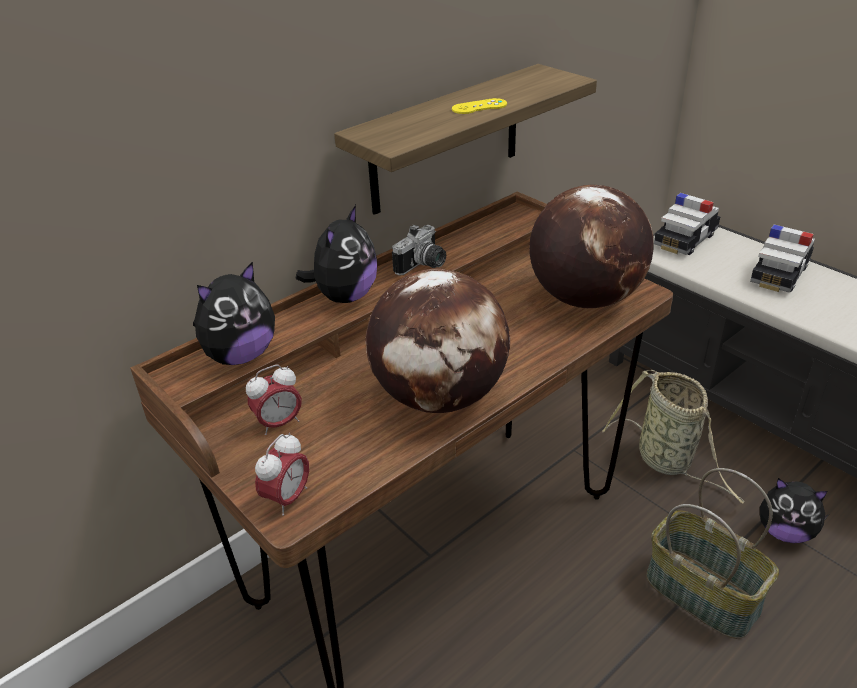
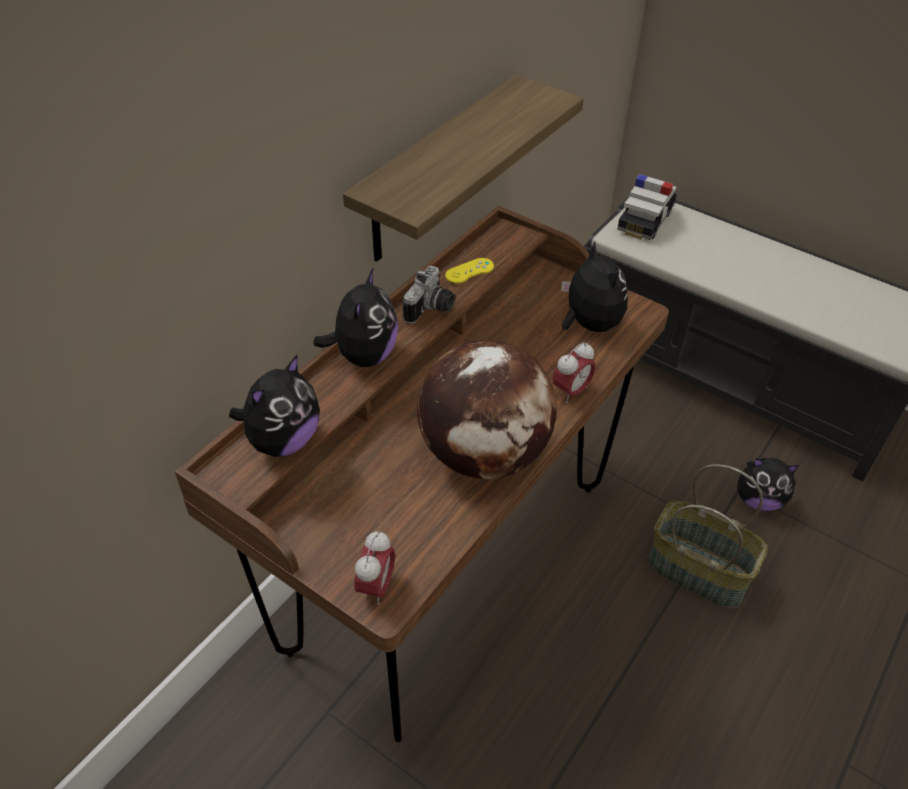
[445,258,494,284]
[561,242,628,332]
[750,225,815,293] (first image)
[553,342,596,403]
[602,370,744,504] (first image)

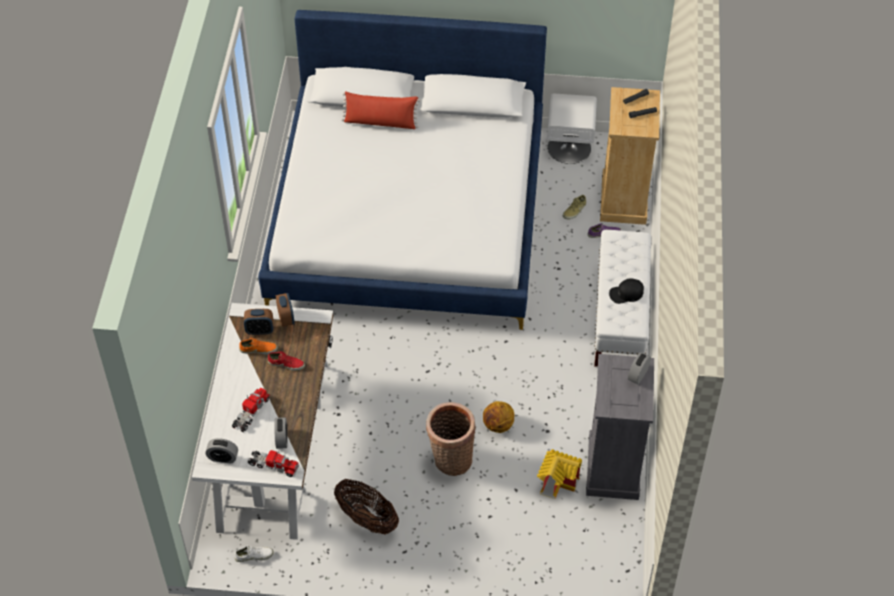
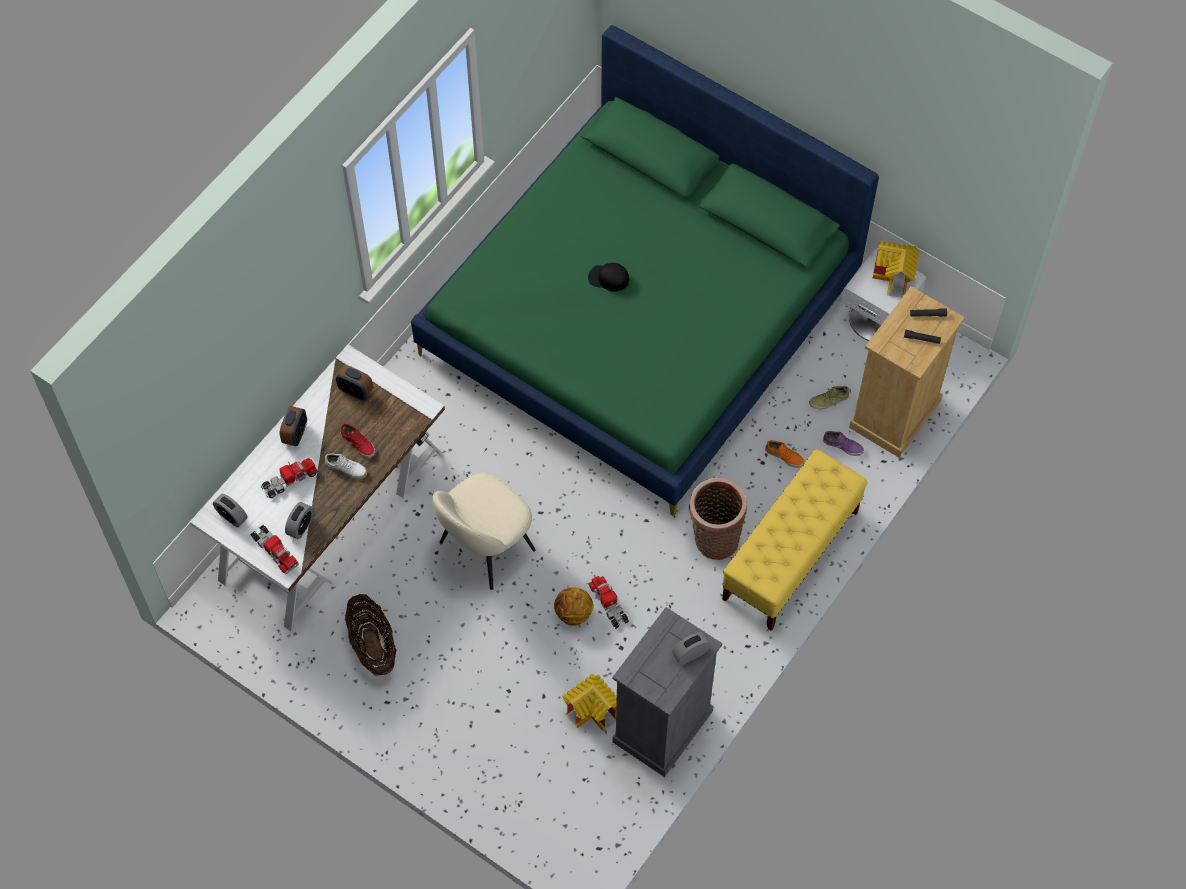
[411,25,879,516]
[341,91,420,129] (first image)
[722,449,867,631]
[588,263,629,292]
[280,406,307,446]
[765,440,805,468]
[689,477,747,560]
[325,454,367,479]
[873,241,920,298]
[432,473,536,590]
[588,576,629,629]

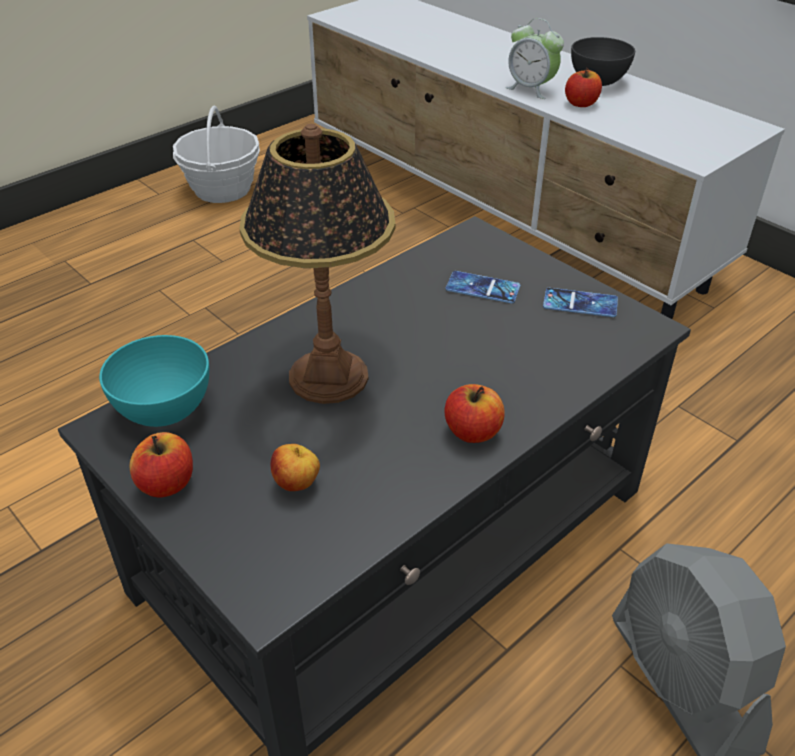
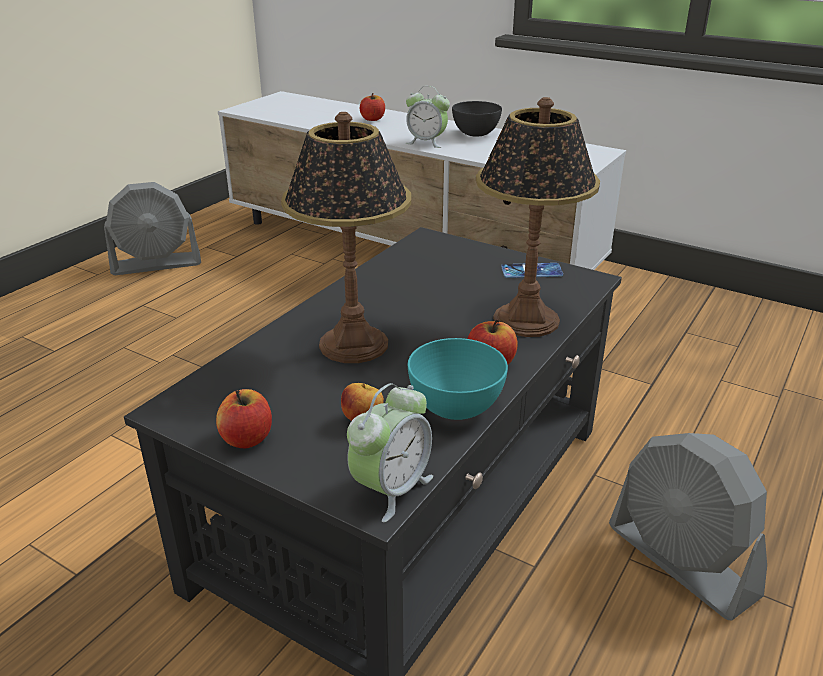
[360,93,385,121]
[104,182,201,275]
[446,271,520,303] (first image)
[408,338,508,420]
[476,97,600,337]
[347,383,433,522]

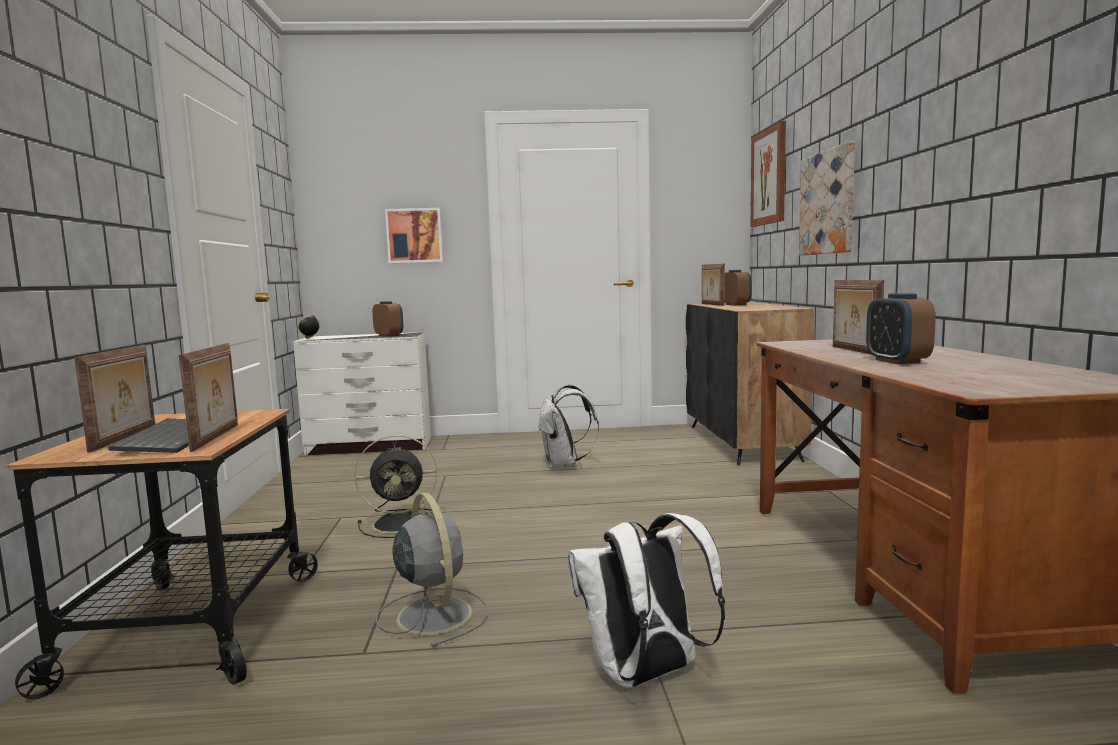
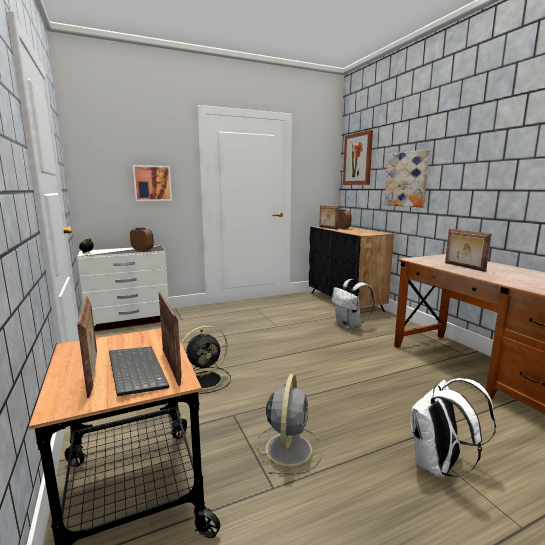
[866,293,936,364] (first image)
[332,279,375,329]
[257,374,322,475]

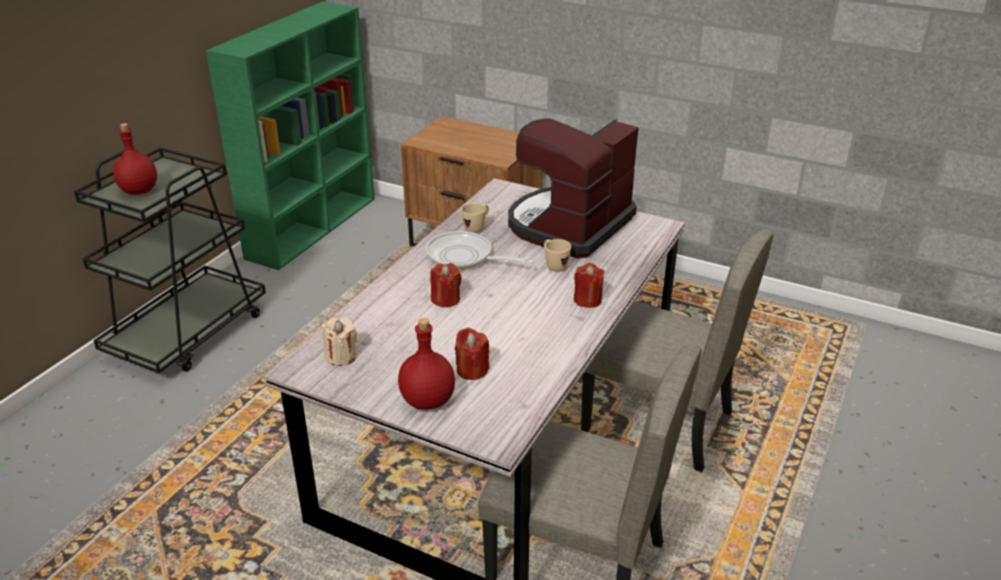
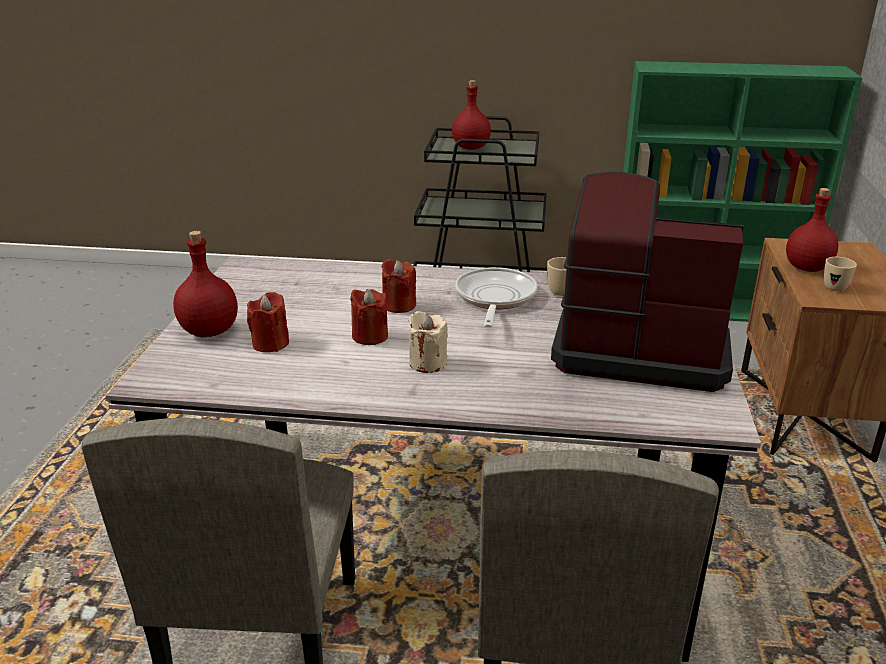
[824,257,857,291]
[350,289,388,345]
[408,311,448,373]
[786,188,839,272]

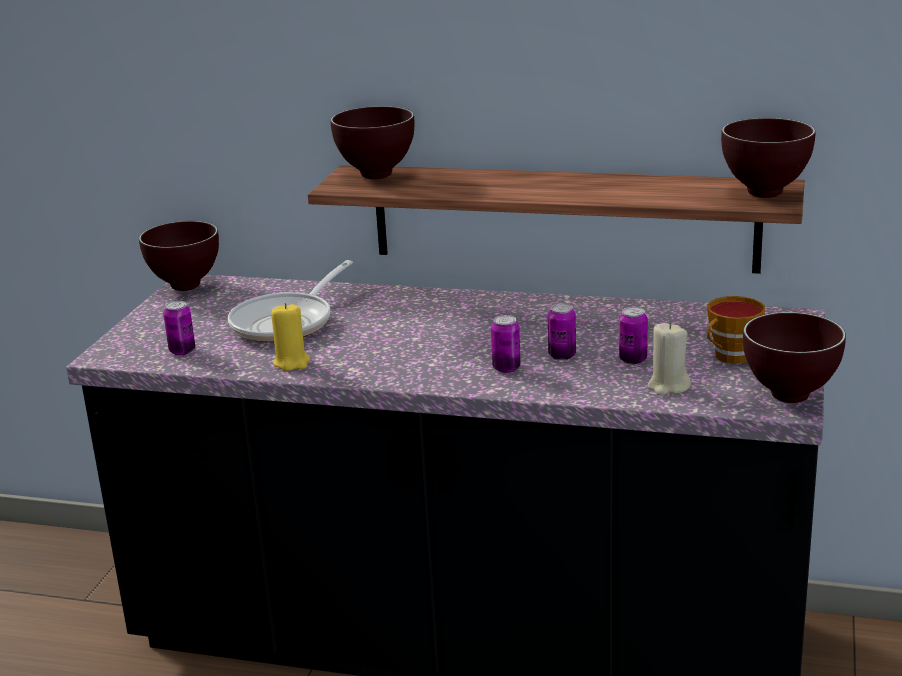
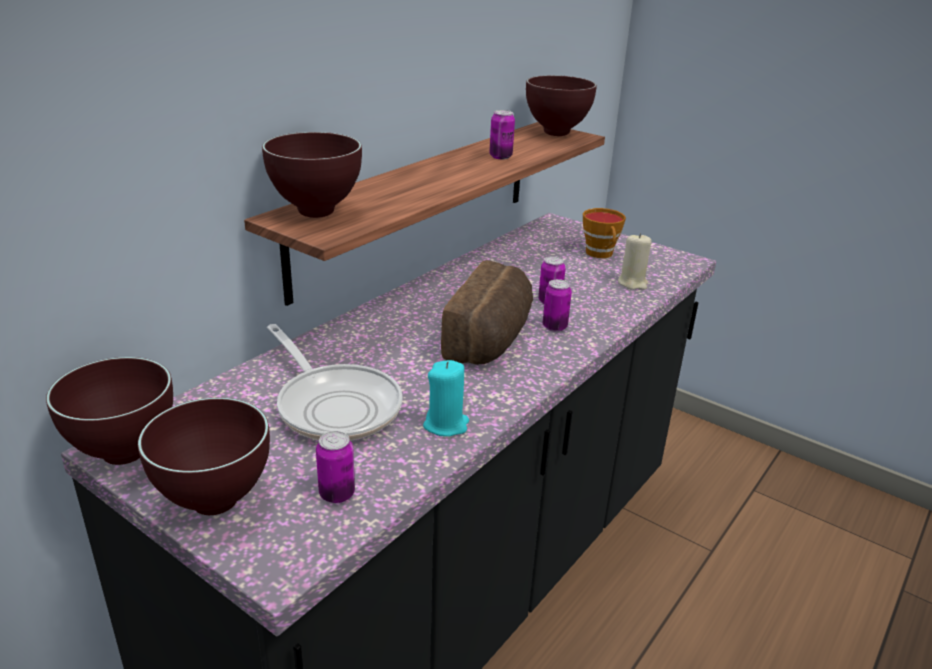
[423,360,469,437]
[489,110,515,159]
[138,398,270,515]
[441,260,533,365]

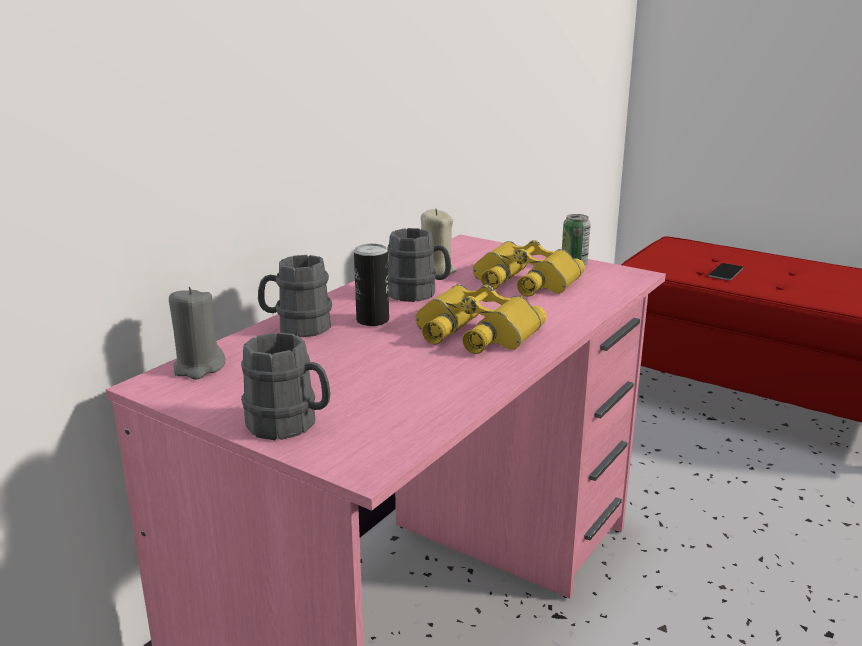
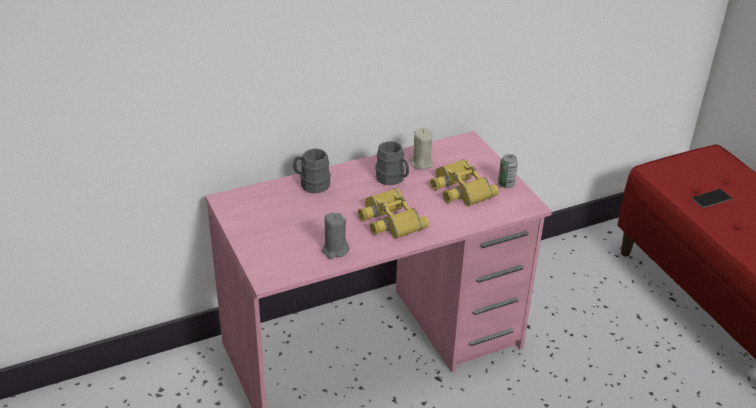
[354,244,389,326] (first image)
[322,213,349,259]
[241,332,330,440] (first image)

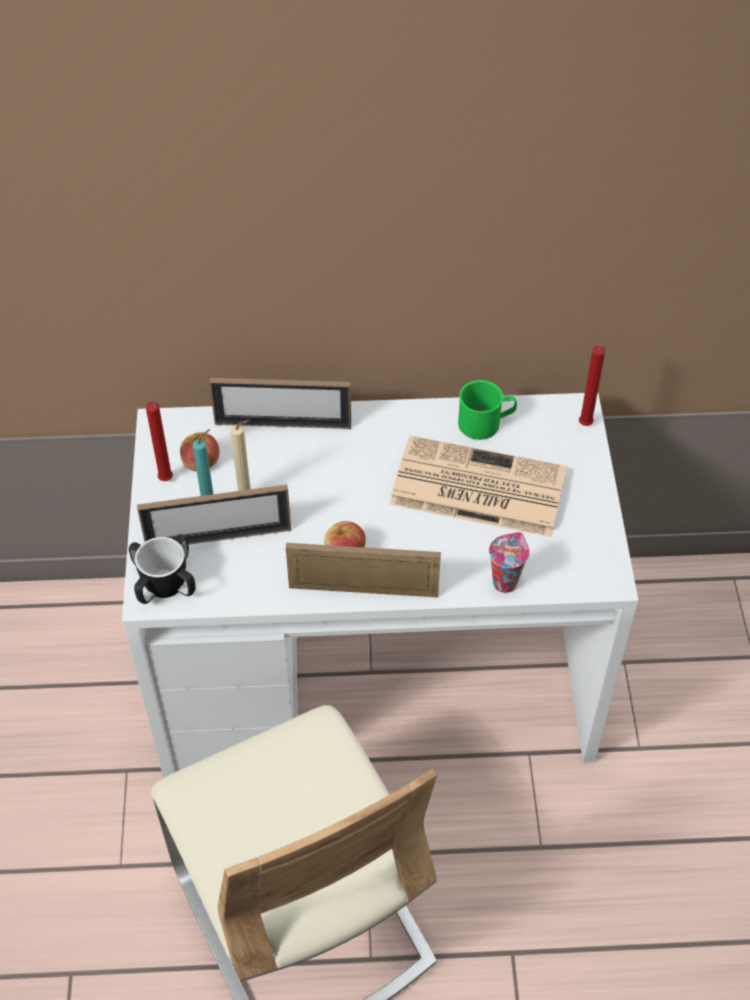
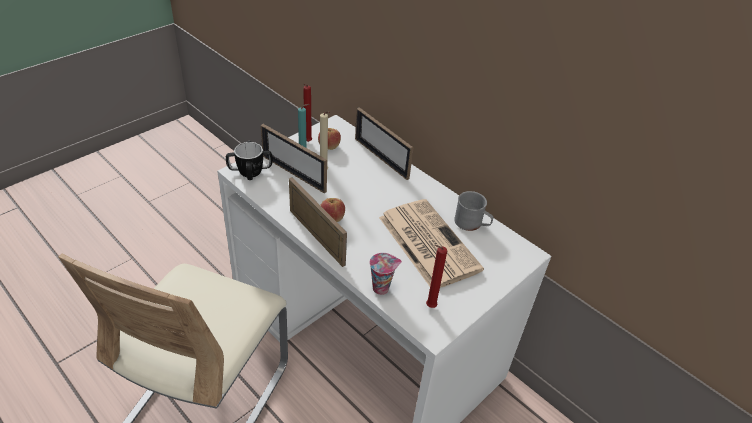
[426,245,447,308]
[454,191,493,231]

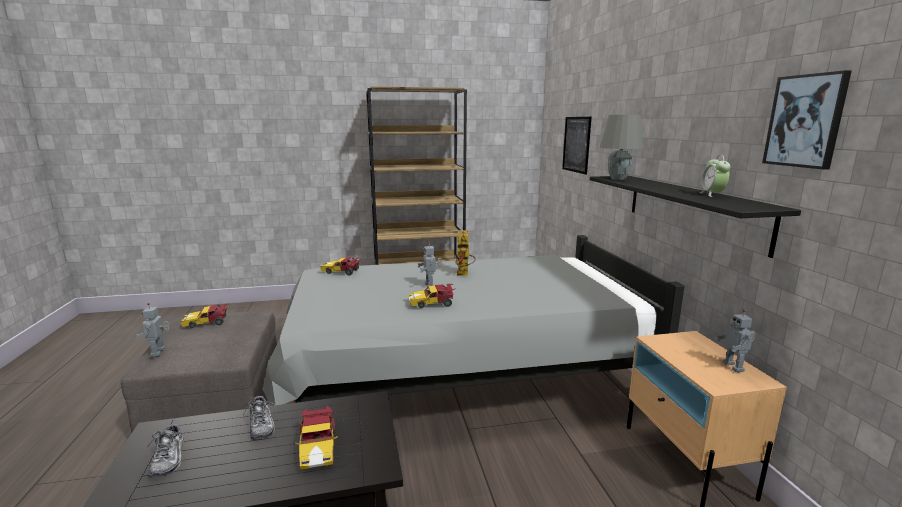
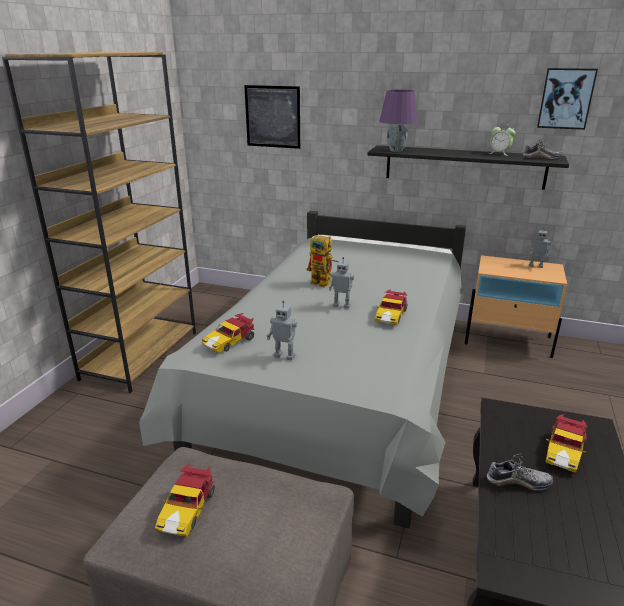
[379,90,418,152]
[267,301,297,361]
[546,414,588,473]
[523,140,563,159]

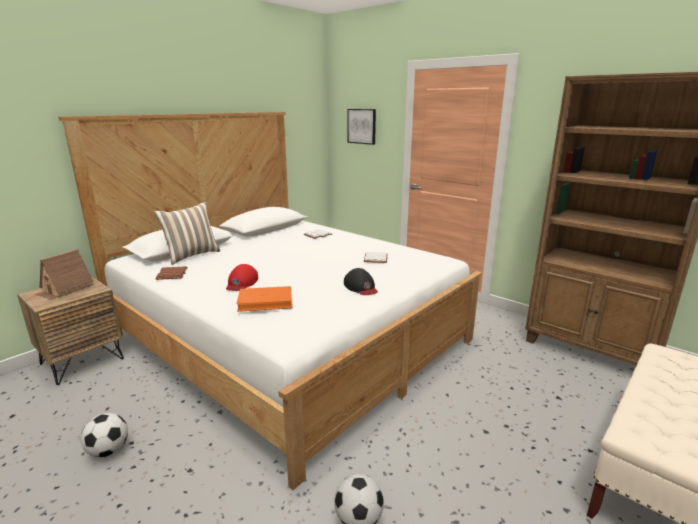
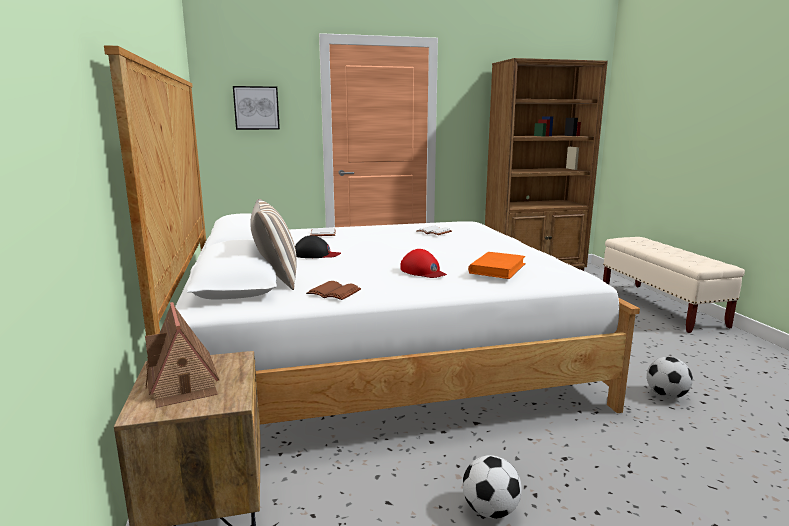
[295,235,341,258]

